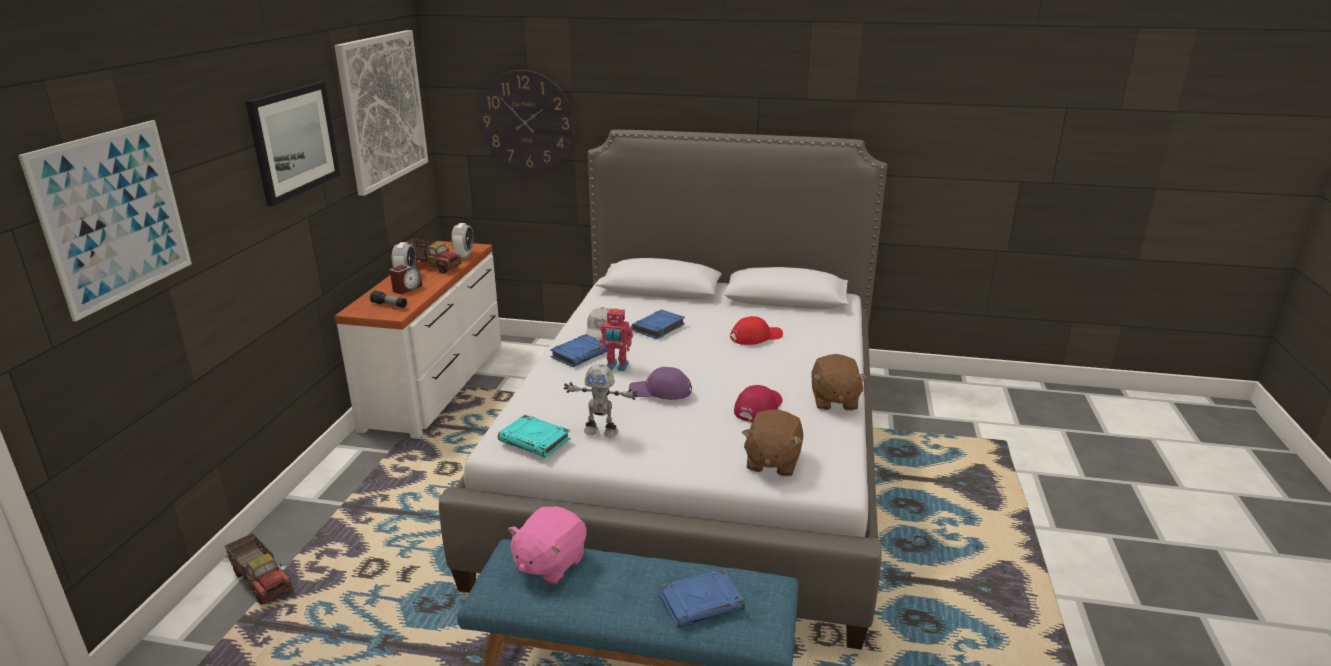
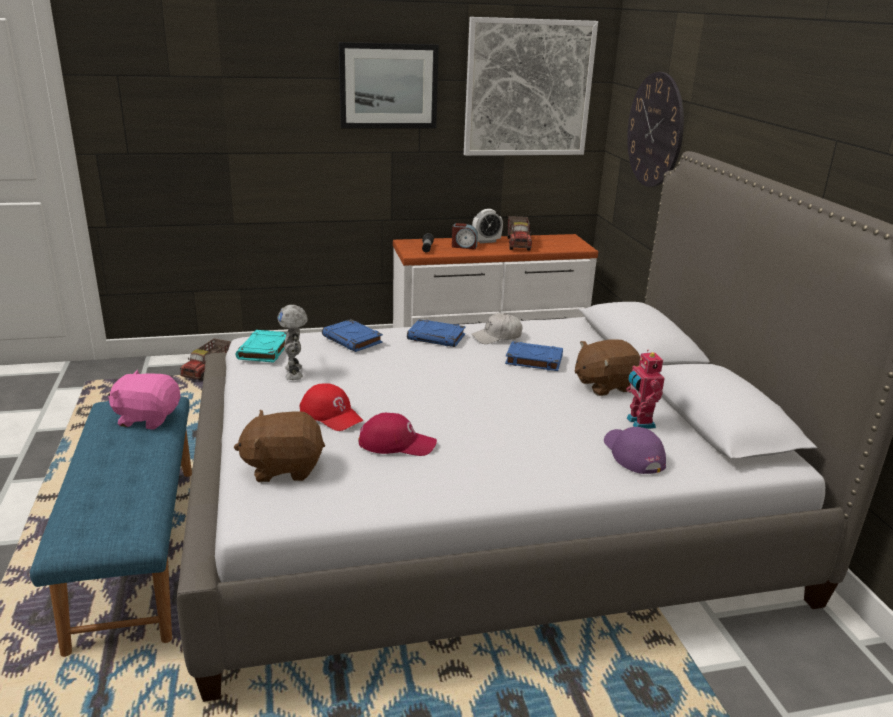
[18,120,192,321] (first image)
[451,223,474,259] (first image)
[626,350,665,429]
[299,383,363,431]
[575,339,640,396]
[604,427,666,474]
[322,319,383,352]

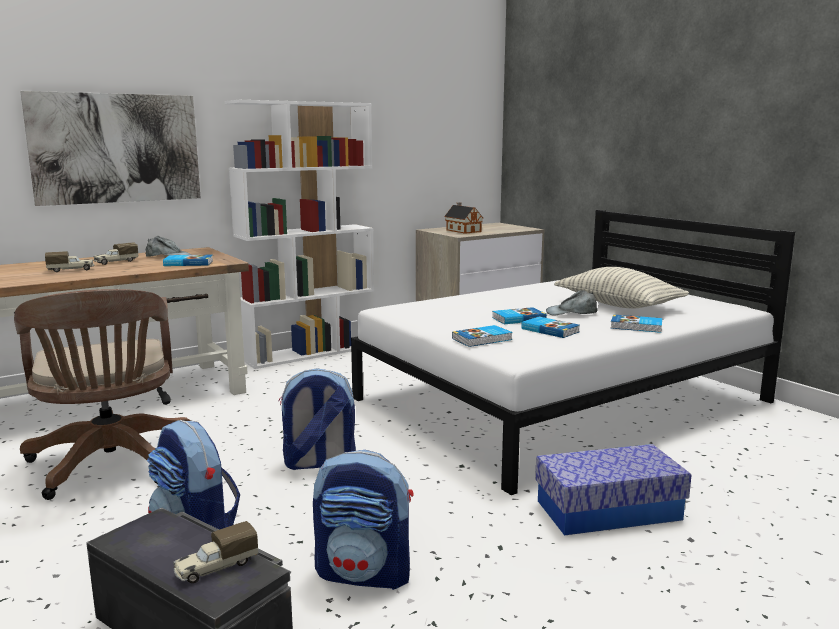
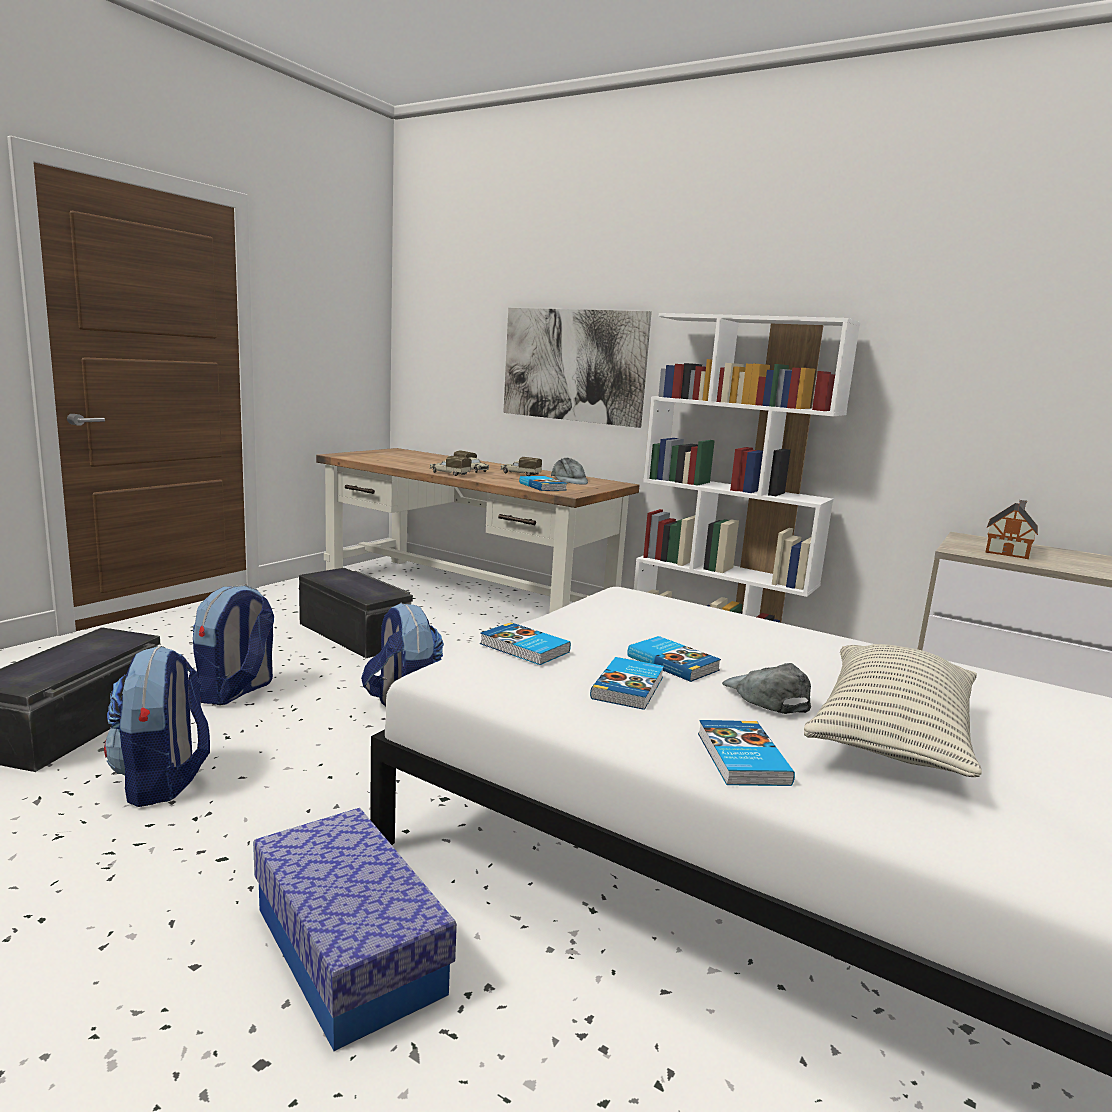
[299,568,413,658]
[430,456,471,476]

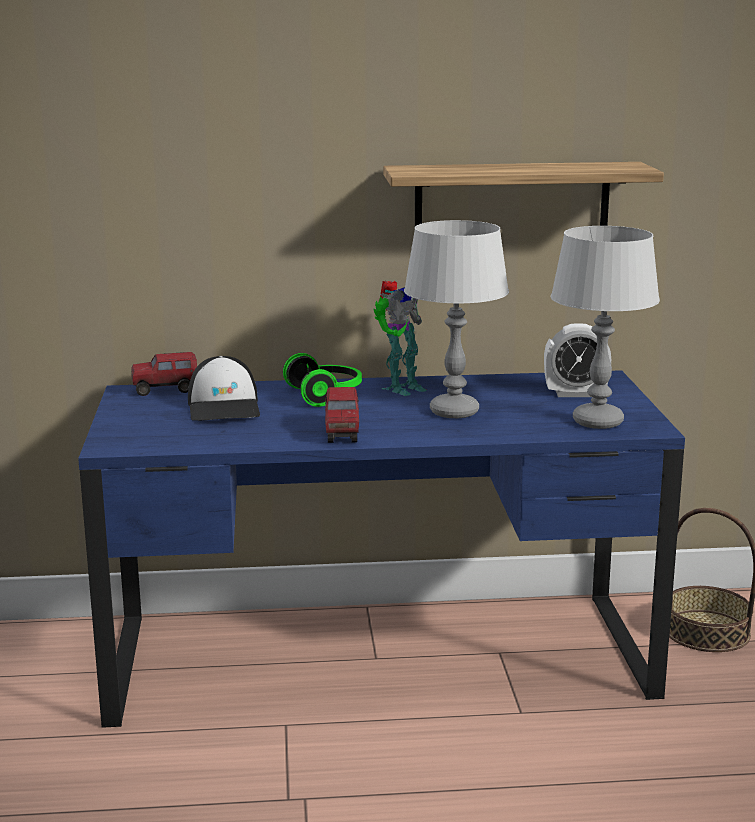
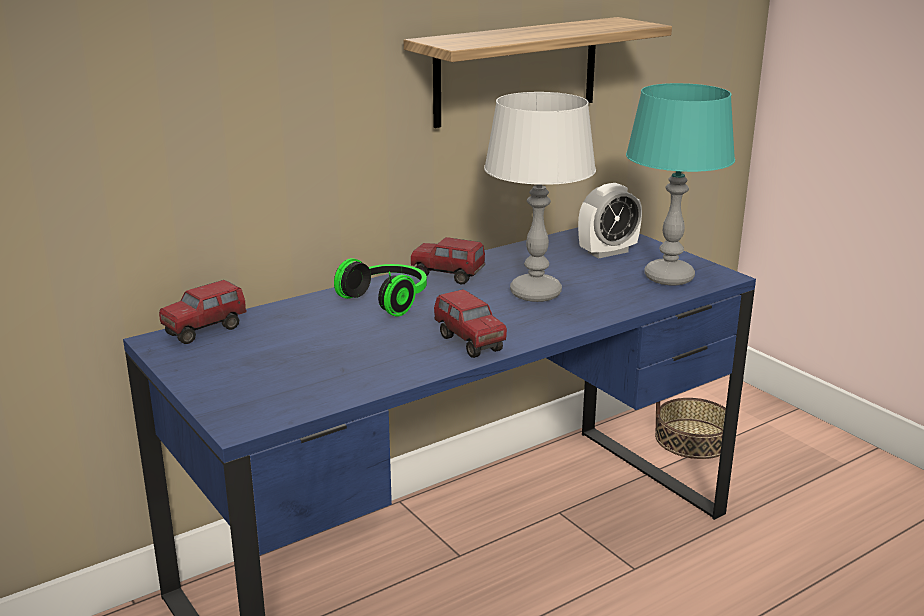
[626,83,735,285]
[411,237,485,284]
[188,356,260,421] (first image)

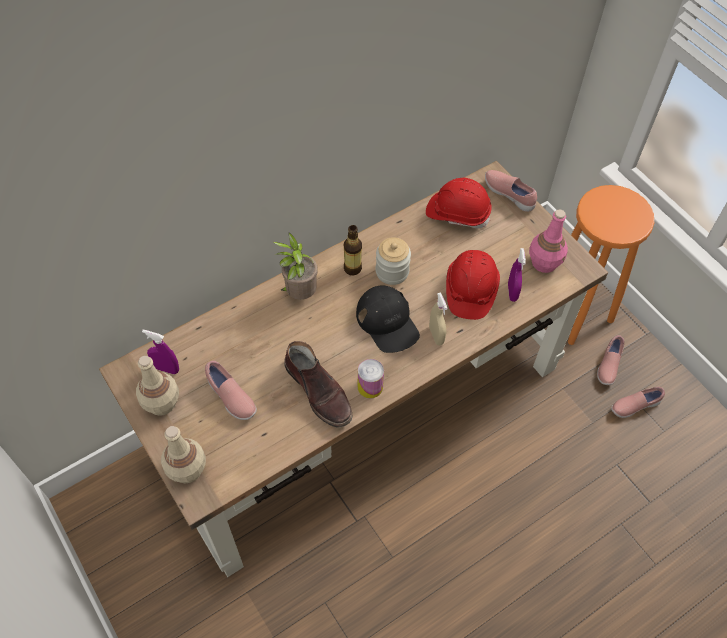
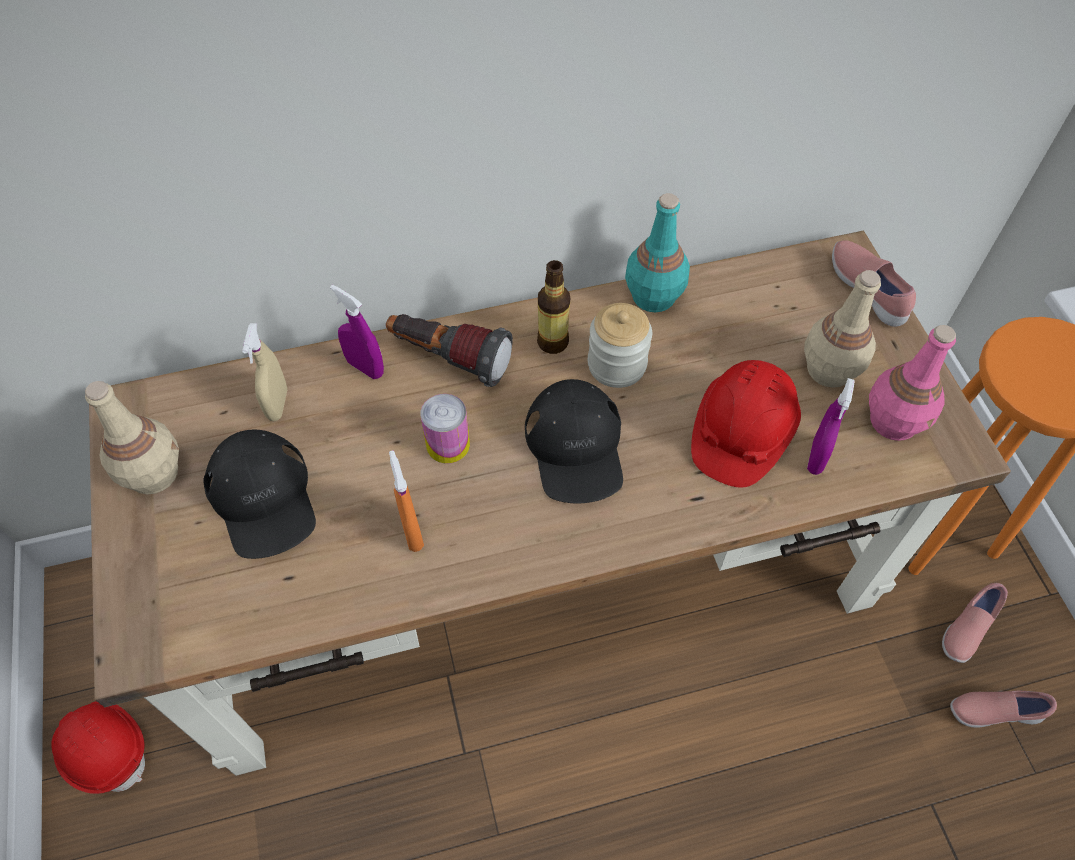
[51,701,145,794]
[386,314,513,387]
[242,323,287,421]
[330,285,384,379]
[389,451,424,552]
[420,394,470,463]
[203,430,316,559]
[804,270,881,388]
[625,193,690,312]

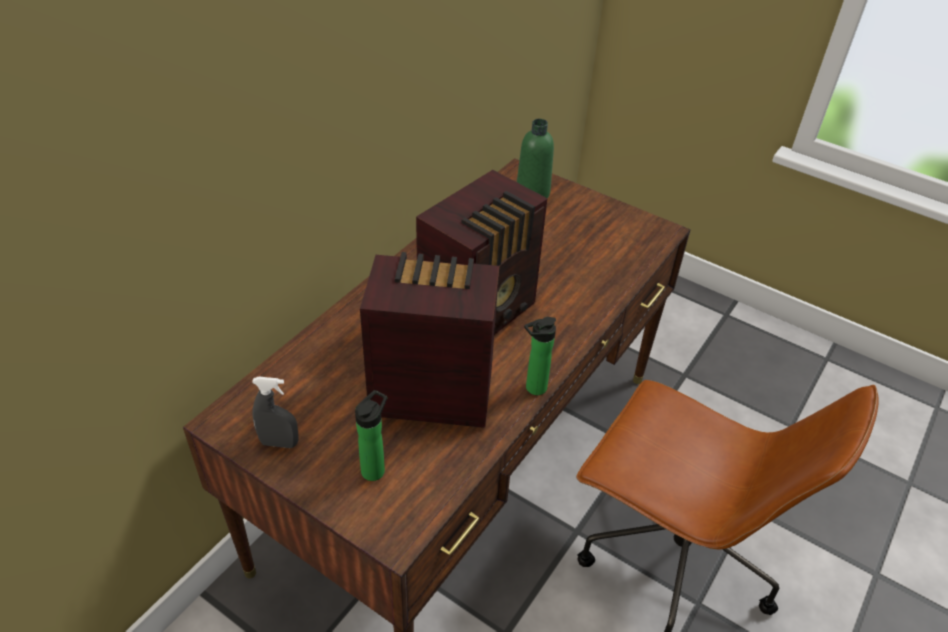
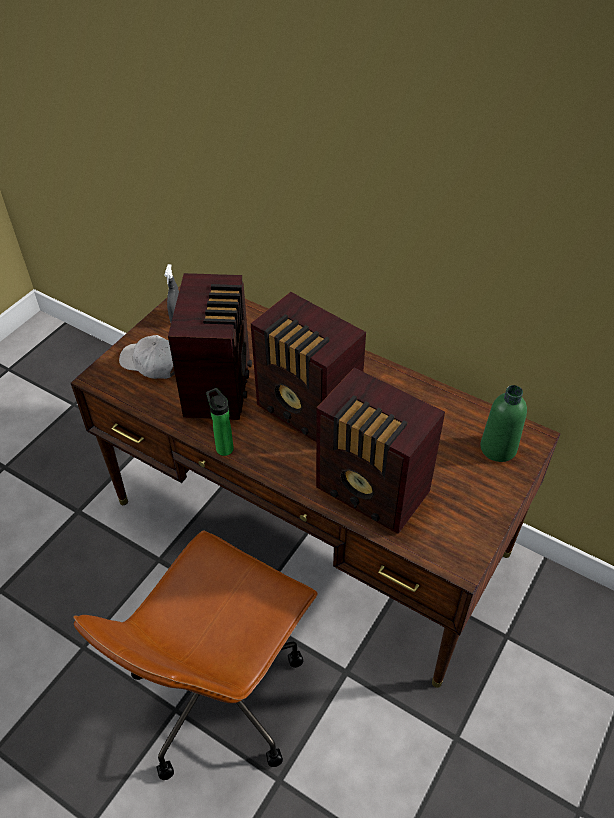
[119,335,175,379]
[316,367,445,534]

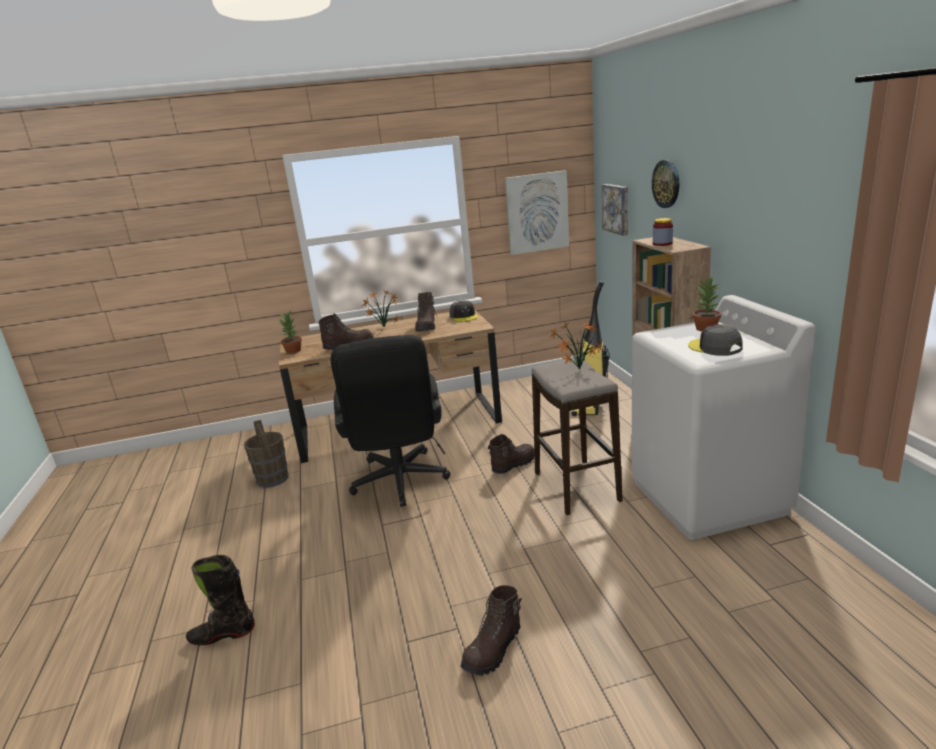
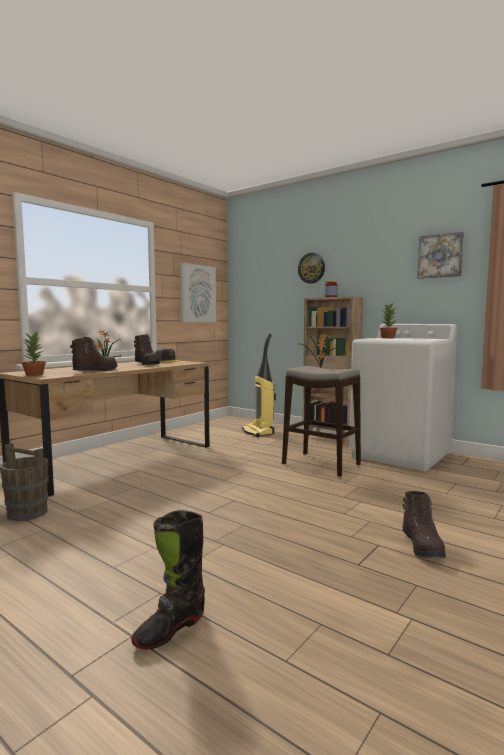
[417,232,464,279]
[688,324,743,356] (first image)
[331,335,450,507] (first image)
[488,434,534,474] (first image)

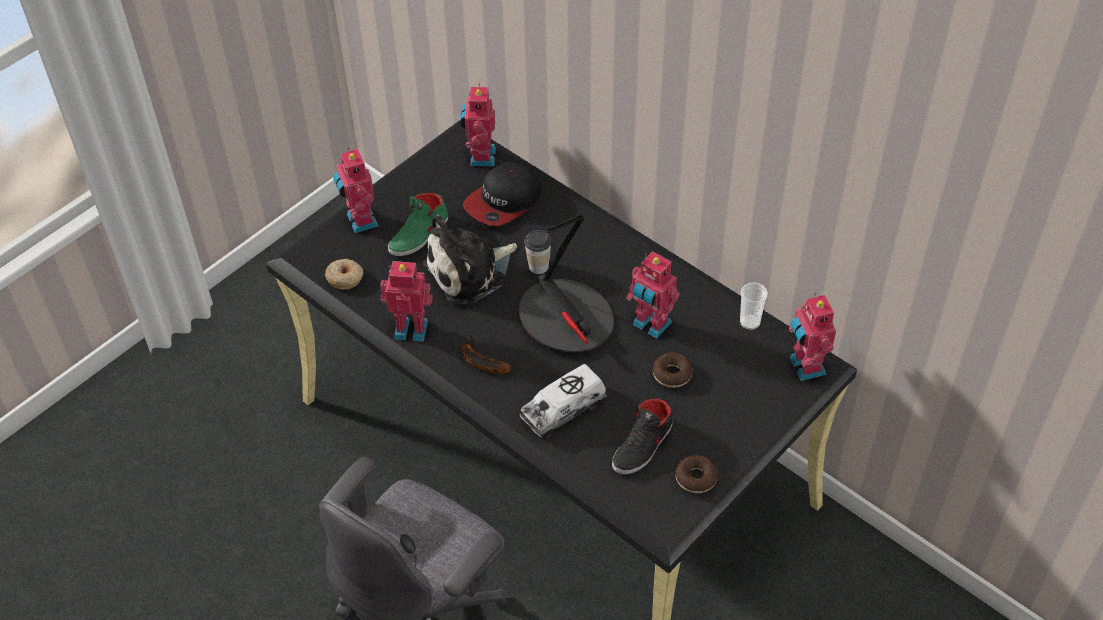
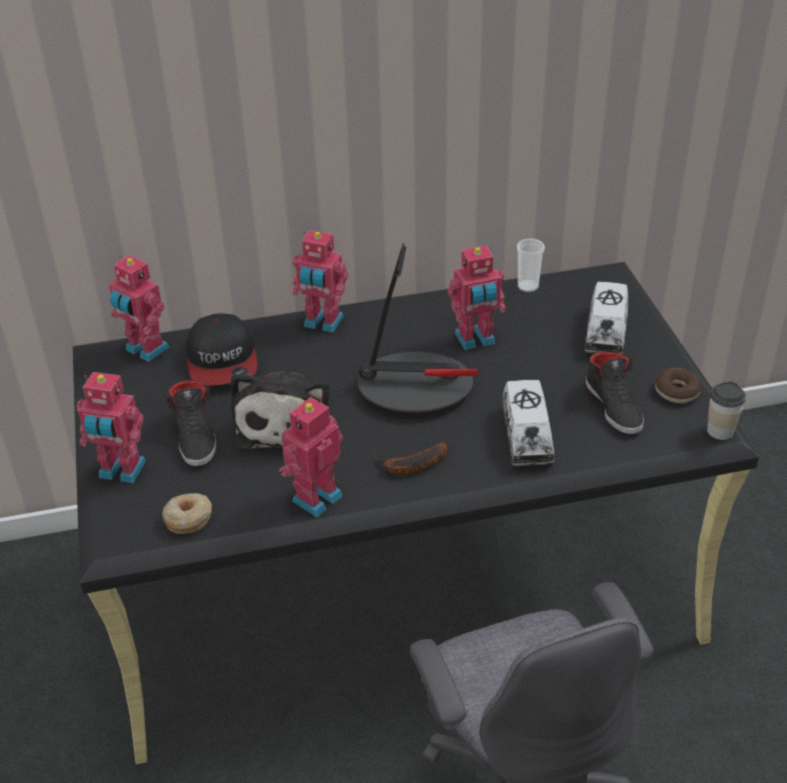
[166,380,216,466]
[707,382,746,440]
[292,230,348,333]
[653,353,693,388] (first image)
[584,282,628,355]

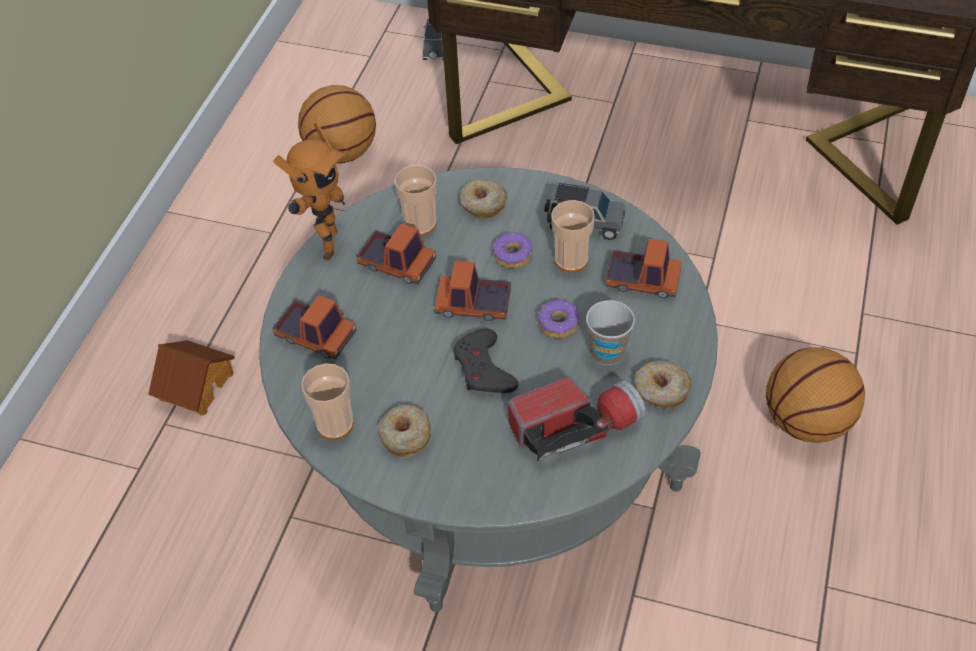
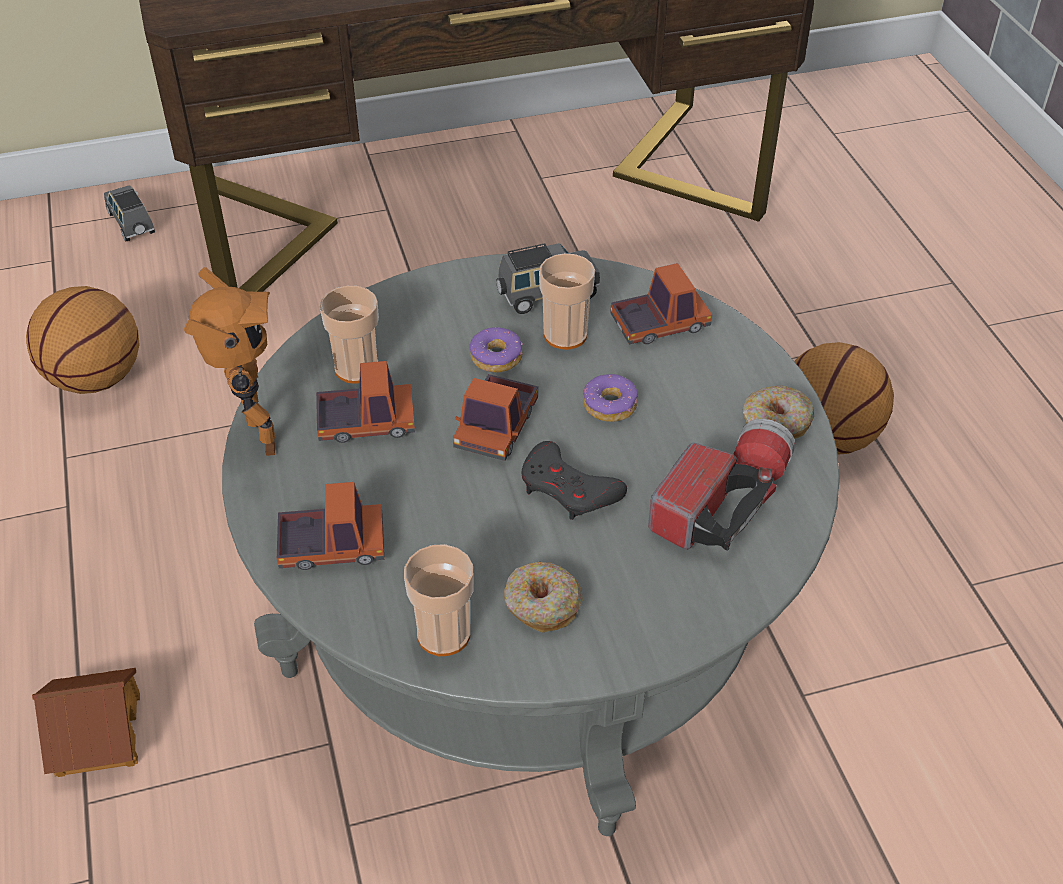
[459,179,508,219] (first image)
[453,374,538,461]
[586,300,635,365] (first image)

